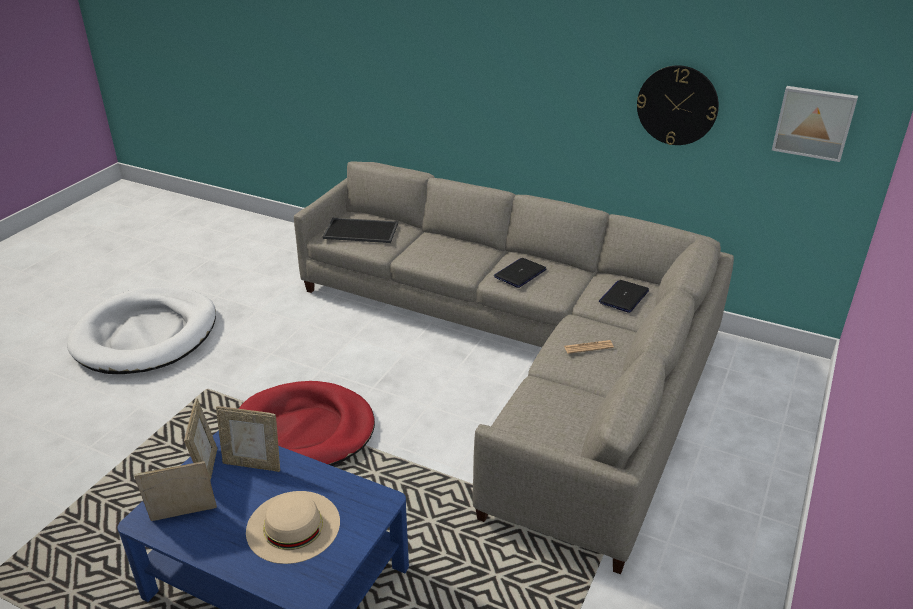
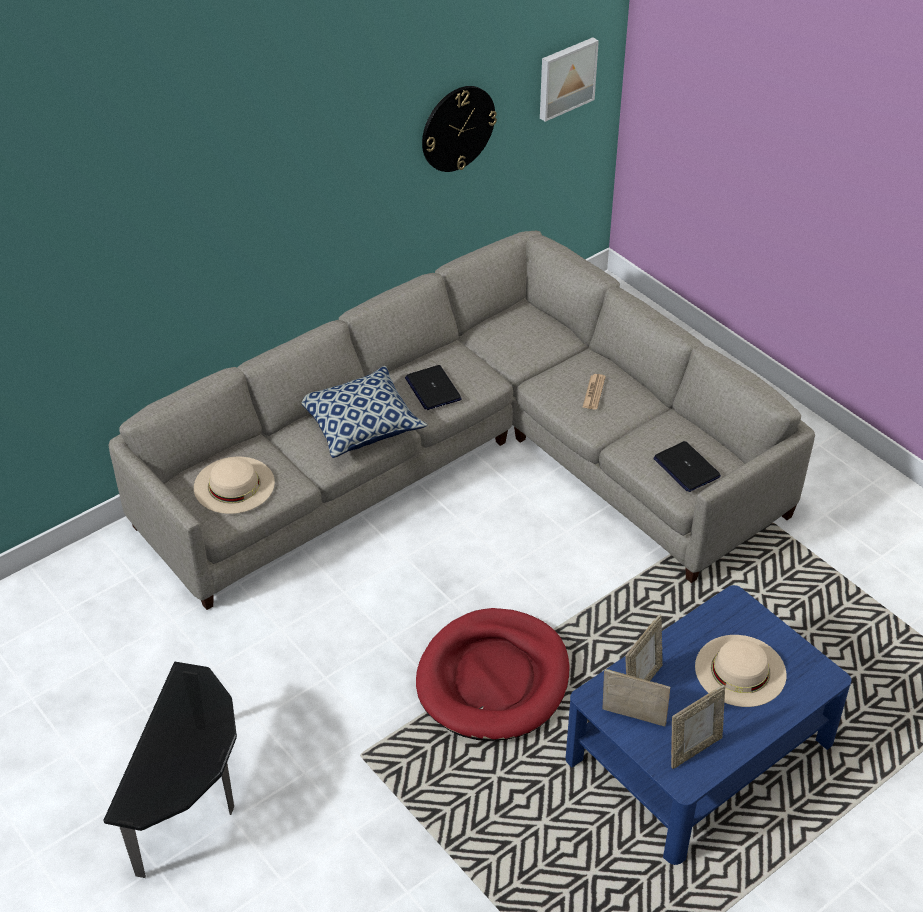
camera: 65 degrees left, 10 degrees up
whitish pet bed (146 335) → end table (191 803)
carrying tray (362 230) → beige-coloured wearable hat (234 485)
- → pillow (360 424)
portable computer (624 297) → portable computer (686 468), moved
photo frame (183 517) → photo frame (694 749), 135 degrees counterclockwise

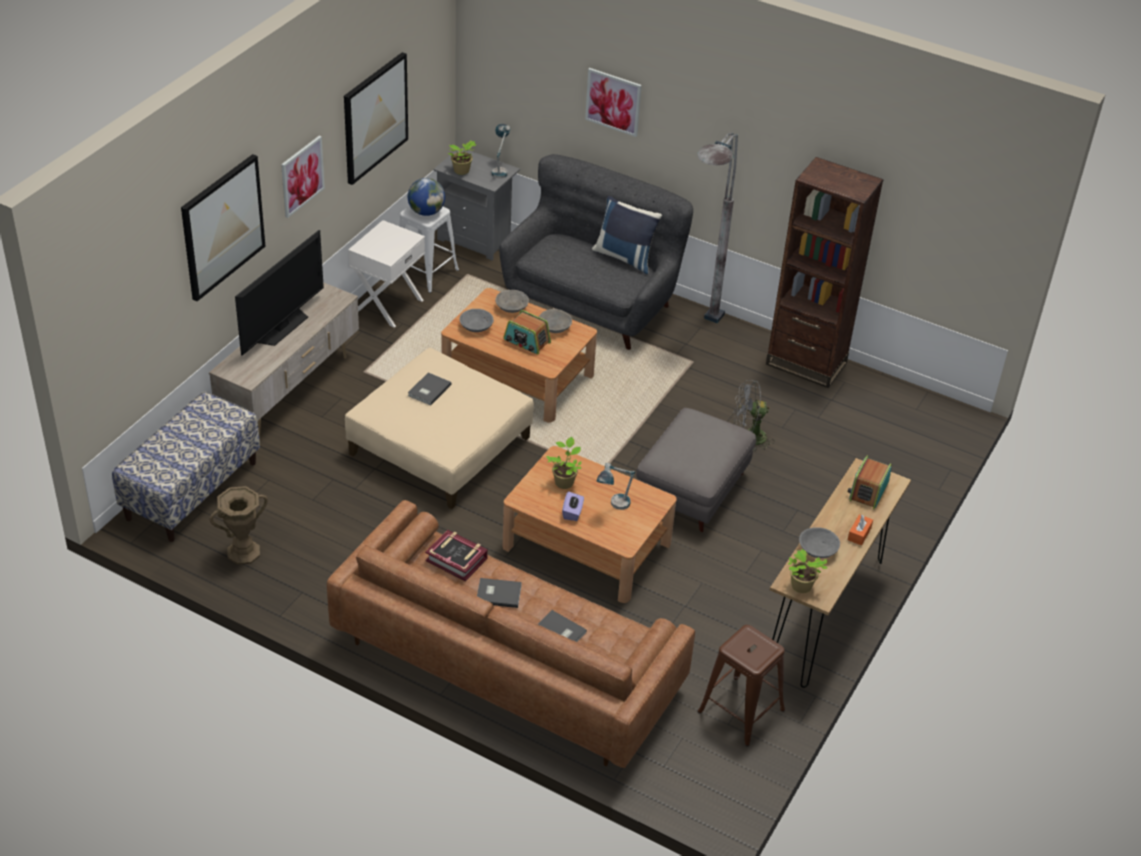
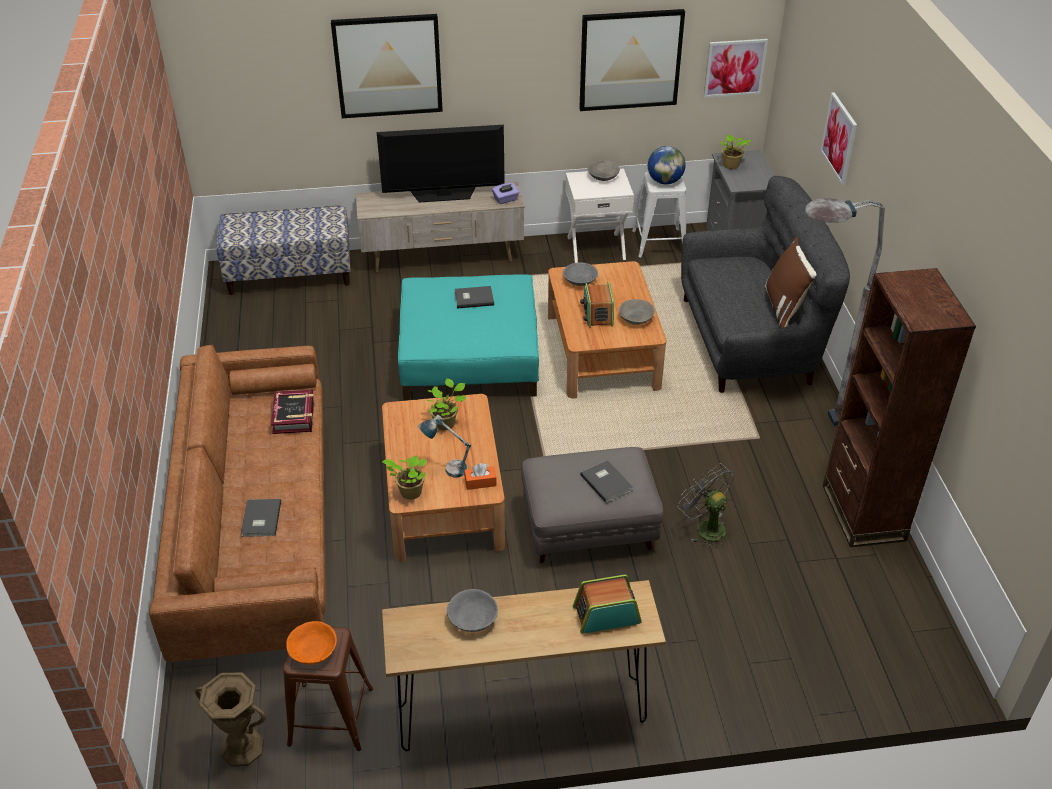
camera: 55 degrees right, 0 degrees up
brown vase (243 552) → brown vase (242 748), moved
- → orange-coloured bowl (313 650)
plant in a pot (801 587) → plant in a pot (409 493), moved
beige-coloured ottoman (440 446) → blue-green ottoman (469 357)
orange-coloured box of tissues (859 534) → orange-coloured box of tissues (480 482), moved
purplish box of tissues (572 512) → purplish box of tissues (506 199), moved
greyish bound book (498 593) → greyish bound book (607 482), moved
greyish bowl (511 308) → greyish bowl (603 177), moved
wall art (302 176) → wall art (735 67), moved
blue pillow (625 257) → brown pillow (785 308)
lamp for a table (500 169) → -

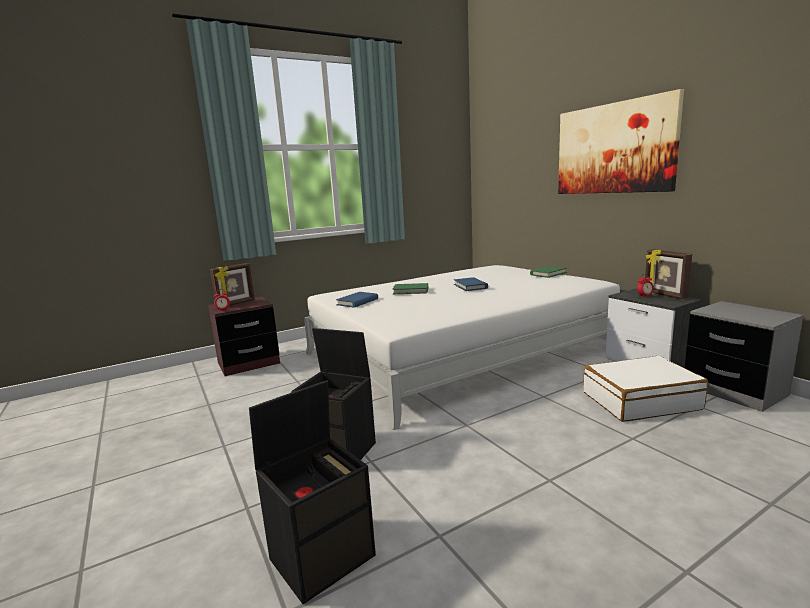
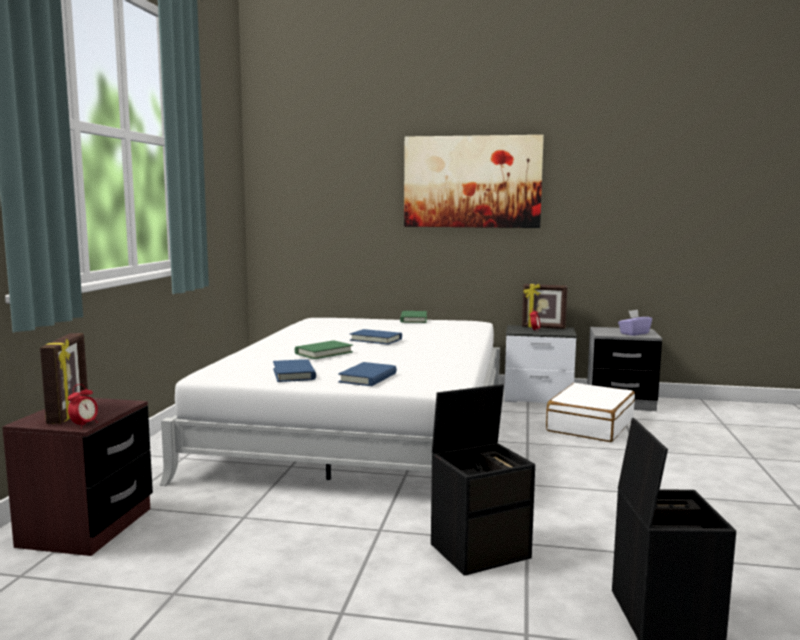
camera: 50 degrees left, 5 degrees down
- → blue bound book (368 378)
- → purplish box of tissues (634 333)

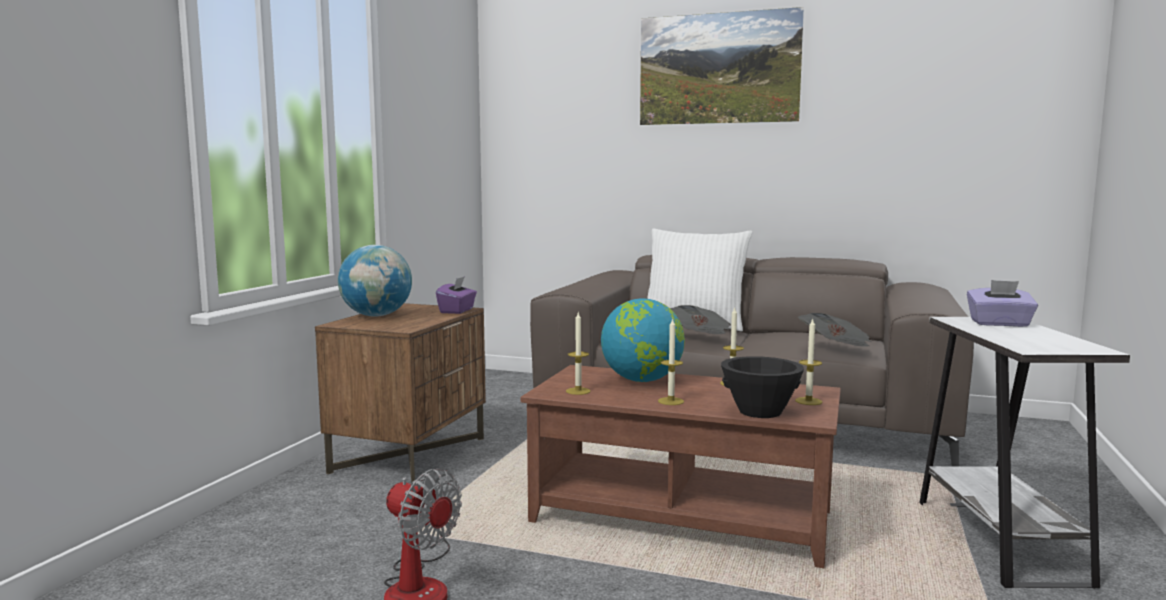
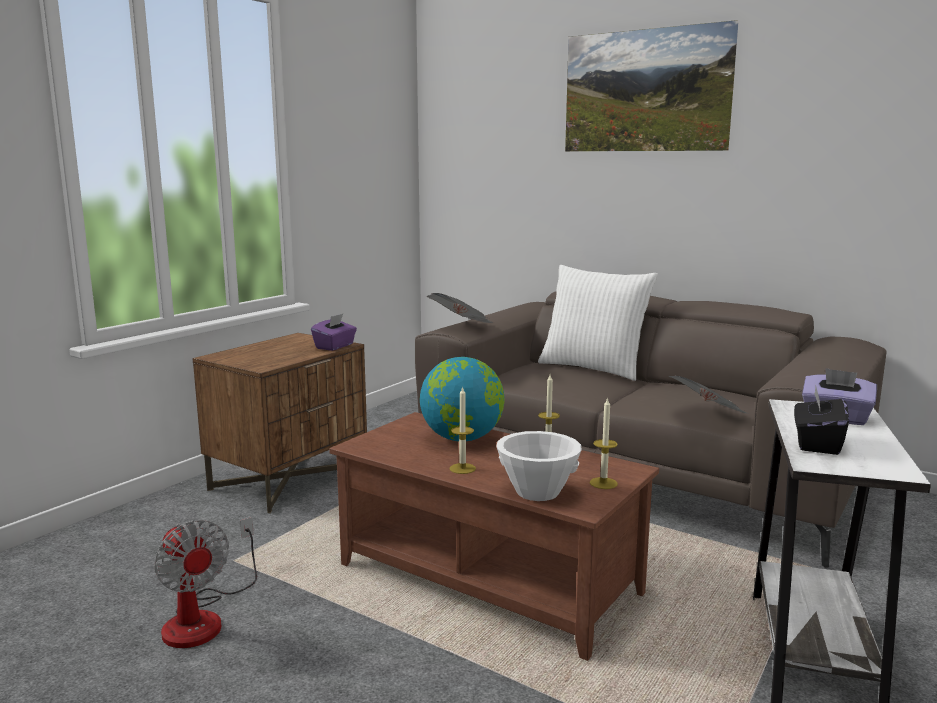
camera: 15 degrees right, 5 degrees up
daily paper (699 339) → daily paper (462 326), moved
black-coloured bowl (759 411) → whitish bowl (537 491)
- → black-coloured box of tissues (816 443)
globe (376 316) → -
wax candle (578 391) → -

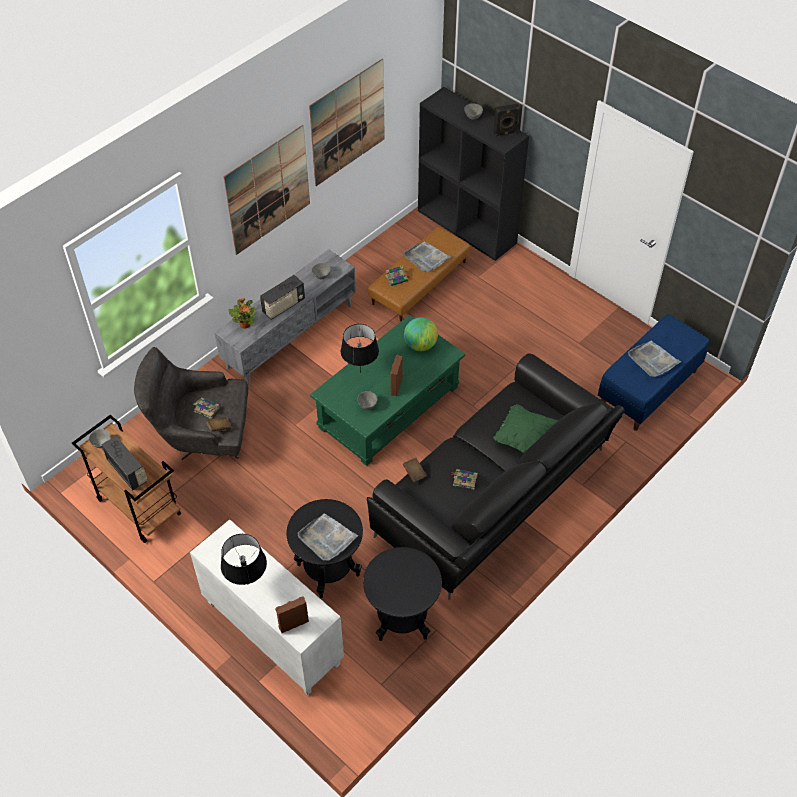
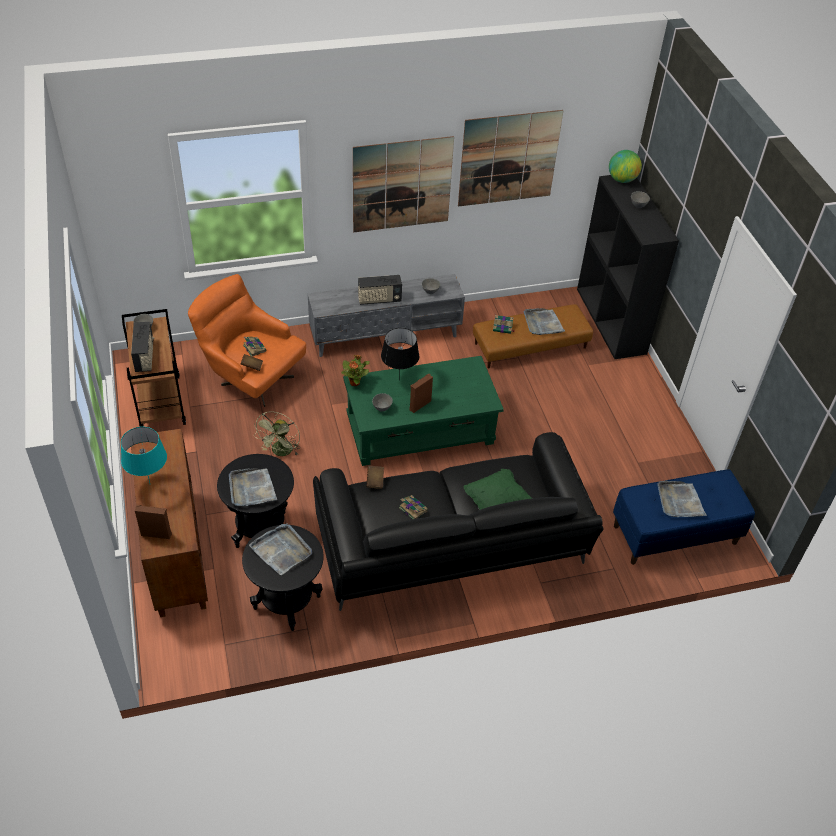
camera: 30 degrees right, 5 degrees down
black-coloured lamp for a table (247 584) → blue-green lamp for a table (149 484)
whitish cupboard (271 633) → brown cupboard (175 552)
greyish lounge chair (202 438) → orange-coloured lounge chair (250 377)
- → greyish carrying tray (282 550)
- → greenish cooling fan (281 452)
plant in a pot (245 324) → plant in a pot (355 382), moved
globe (420 345) → globe (622 180), moved
black-coloured speaker (505 133) → -

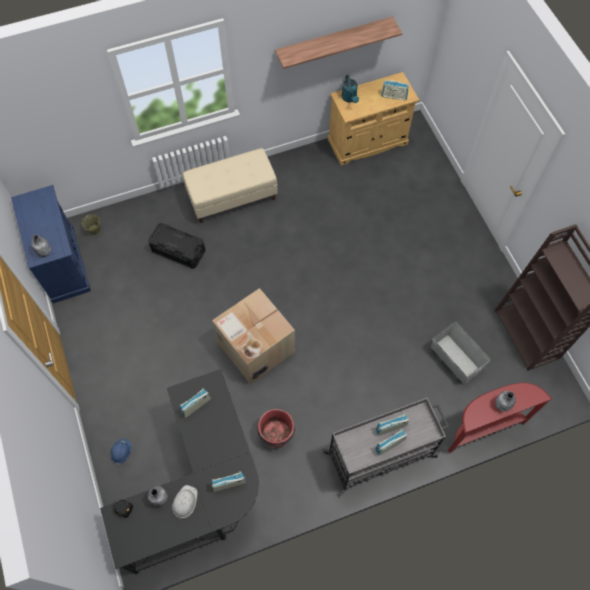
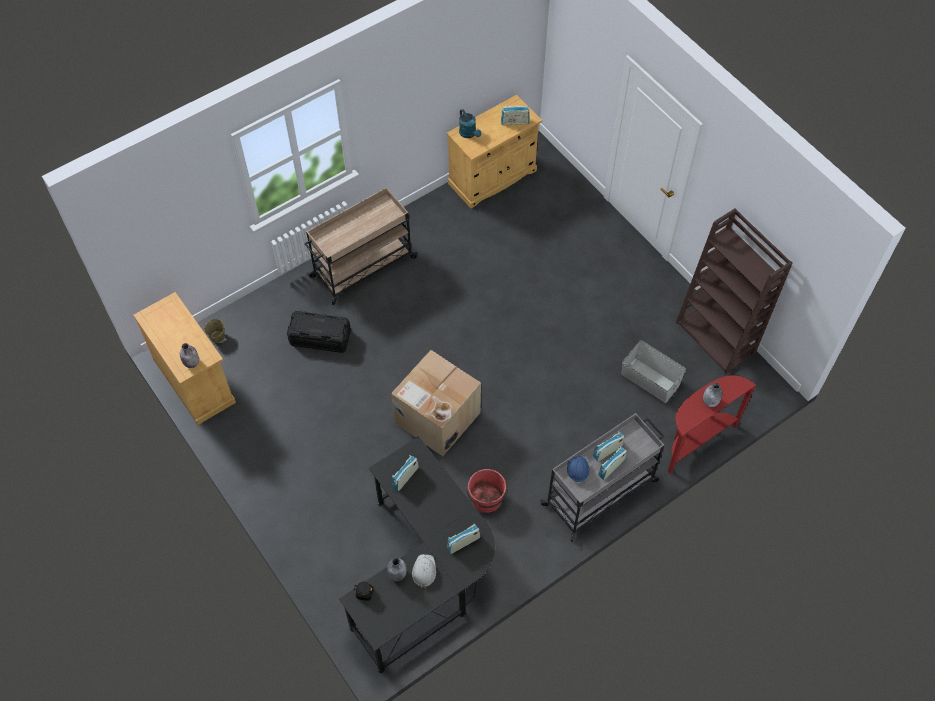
camera: 15 degrees left, 5 degrees down
blue cupboard (63 263) → beige-coloured cupboard (194 381)
beige-coloured indoor bench (232 197) → beige-coloured wheeled cart (362 267)
blue hard hat (122 452) → blue hard hat (577 471), moved
wall shelf (333 41) → -

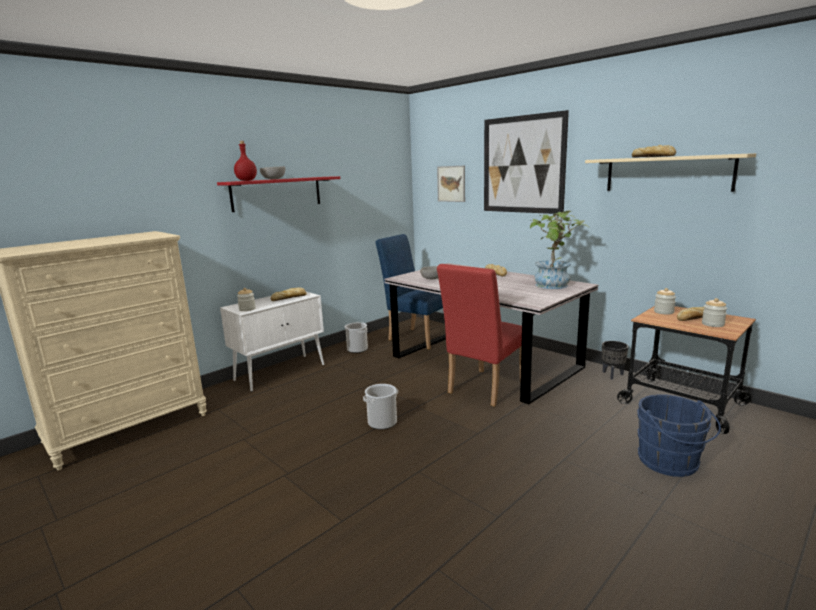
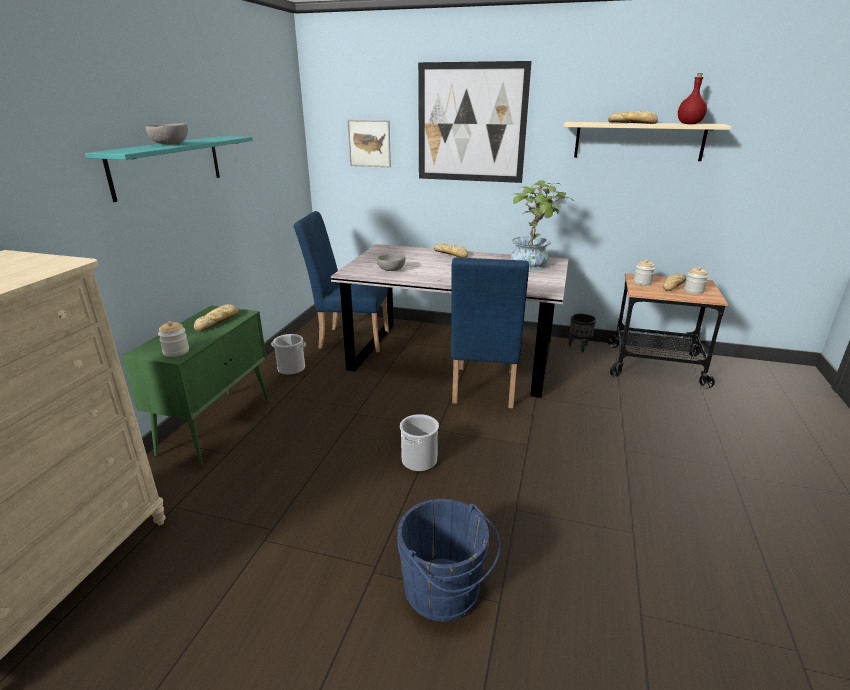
camera: 30 degrees left, 10 degrees up
red wall shelf (277 193) → blue-green wall shelf (168 166)
whitish cupboard (281 372) → greenish cupboard (217 425)
blue pail (670 463) → blue pail (445 593), moved
red plain chair (482 389) → blue plain chair (483 390)
red beverage bottle (247 180) → red beverage bottle (689 124), moved

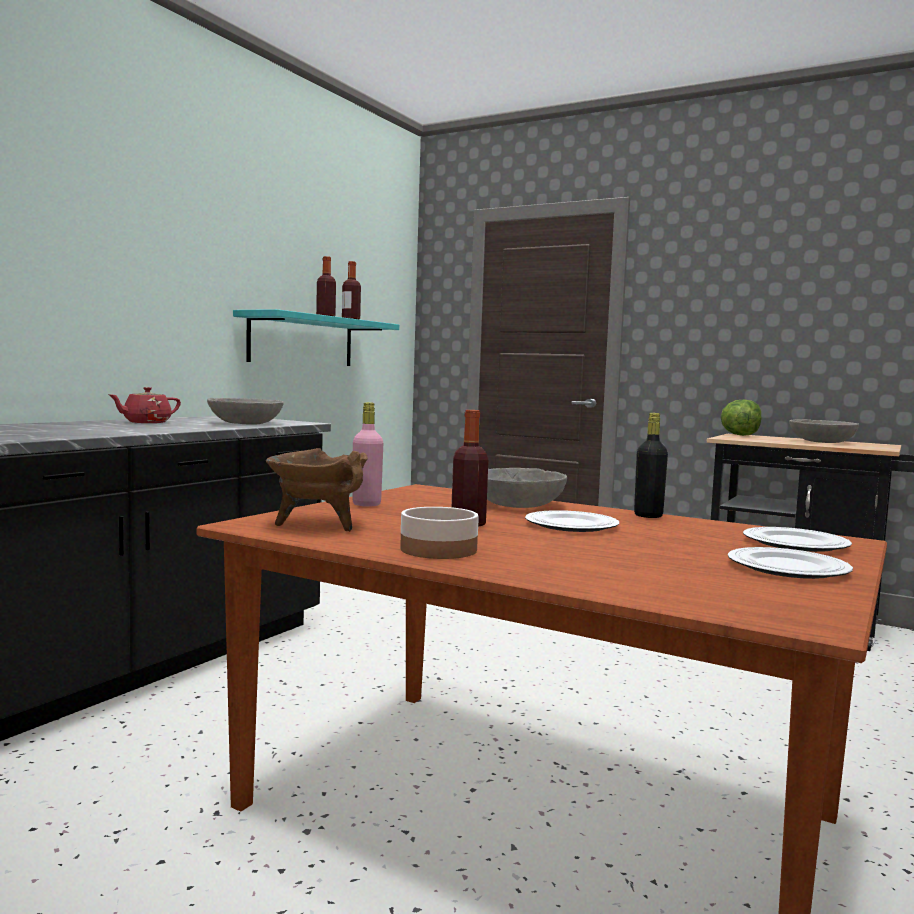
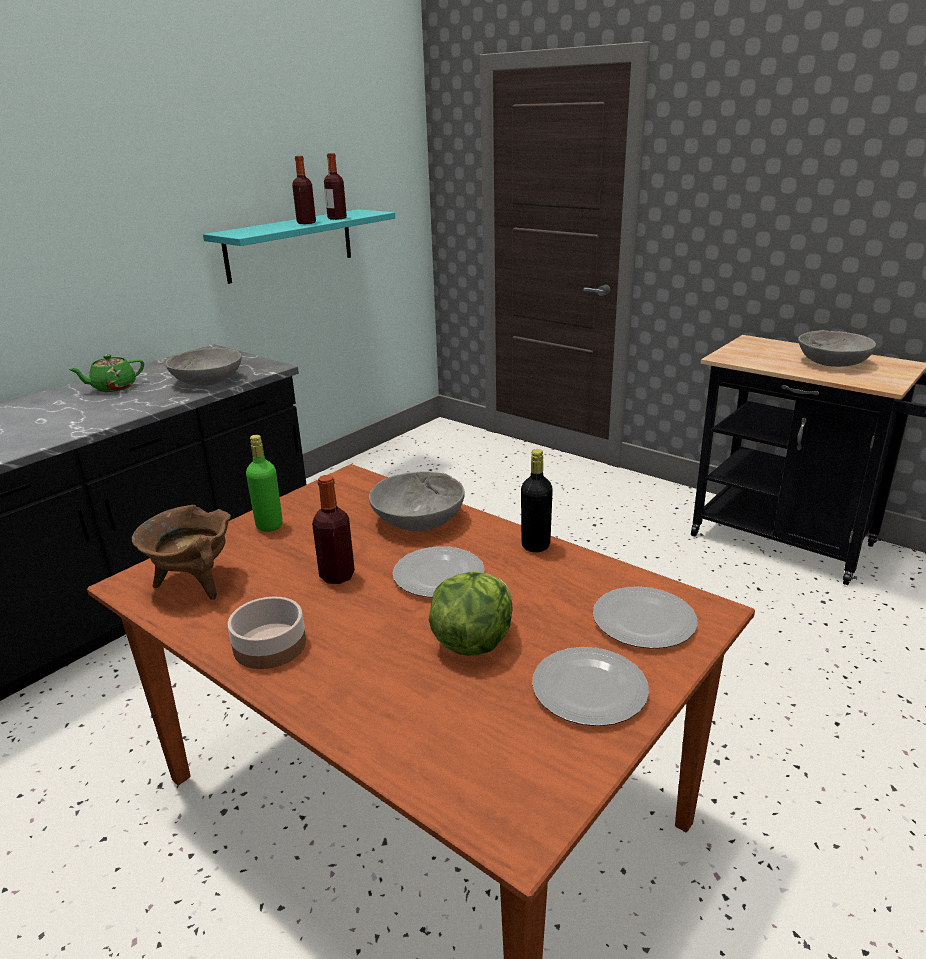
camera: 10 degrees right, 20 degrees up
red teapot (146 422) → greenish teapot (113 388)
pink beverage bottle (366 504) → greenish beverage bottle (269 525)
lettuce head (740 435) → lettuce head (472 641), moved

